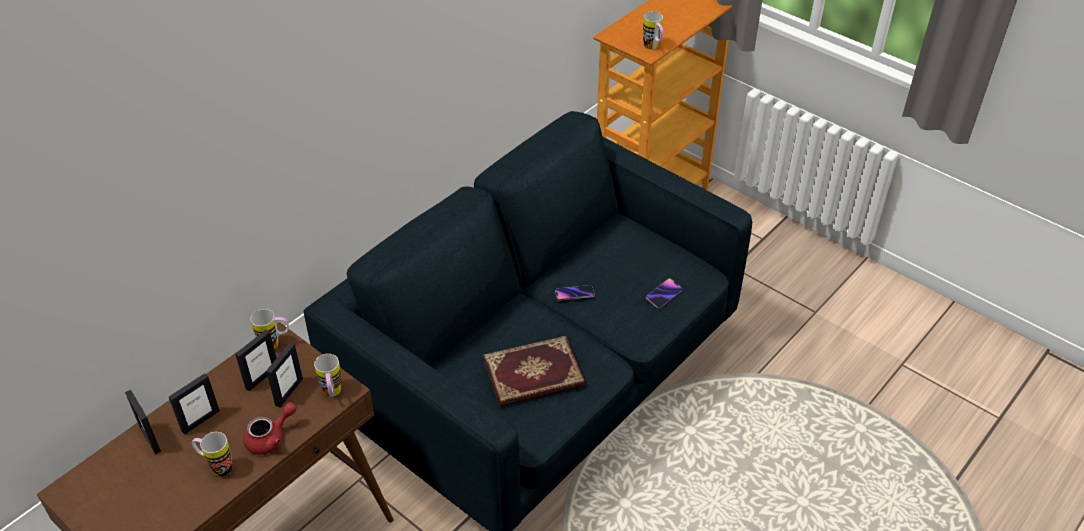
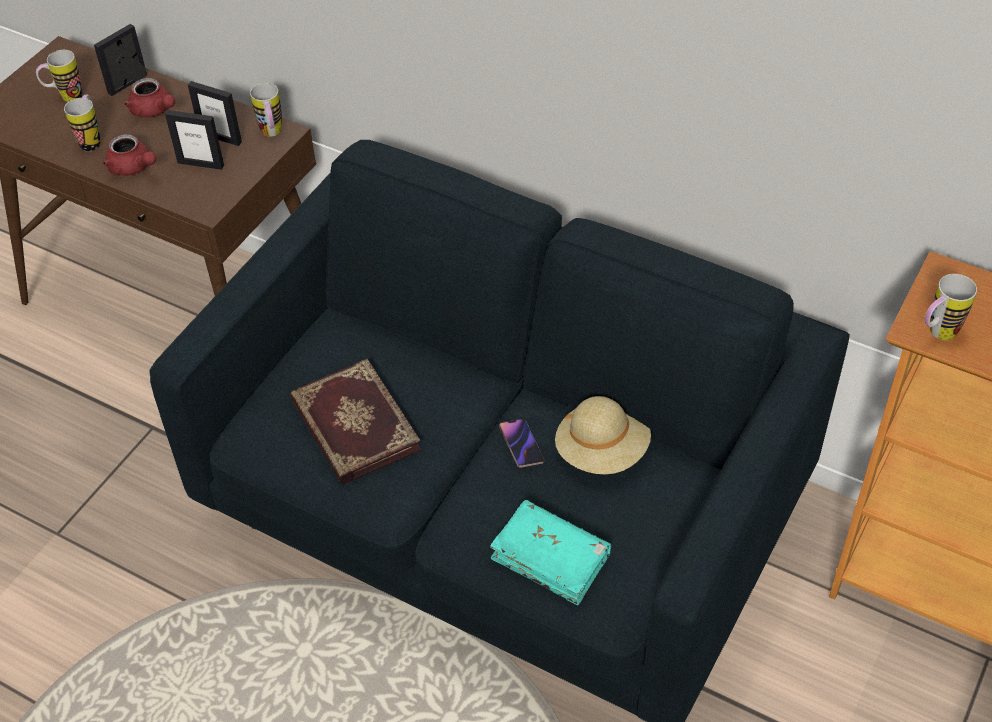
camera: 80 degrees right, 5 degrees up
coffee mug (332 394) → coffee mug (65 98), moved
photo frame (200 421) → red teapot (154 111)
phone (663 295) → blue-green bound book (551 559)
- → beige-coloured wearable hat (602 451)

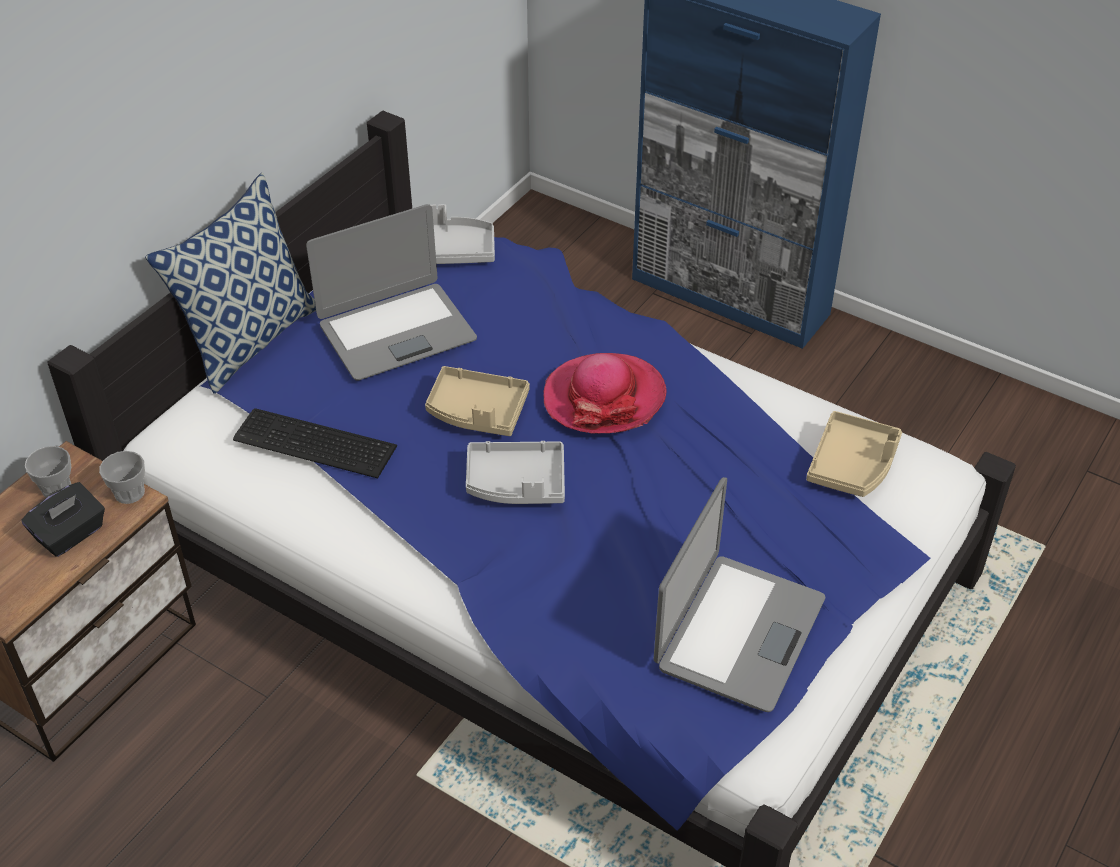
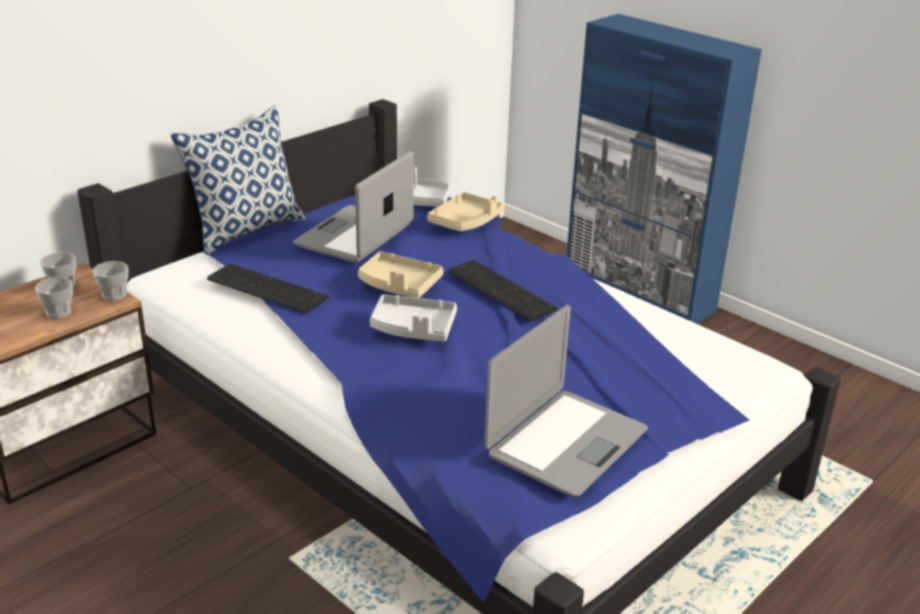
camera: 10 degrees right, 15 degrees down
black-coloured box of tissues (71 535) → small cup (58 312)
portable computer (396 332) → portable computer (355 236), 135 degrees clockwise
beige-coloured carrying tray (852 465) → beige-coloured carrying tray (466 222), moved
wearable hat (604 397) → computer keyboard (501 289)

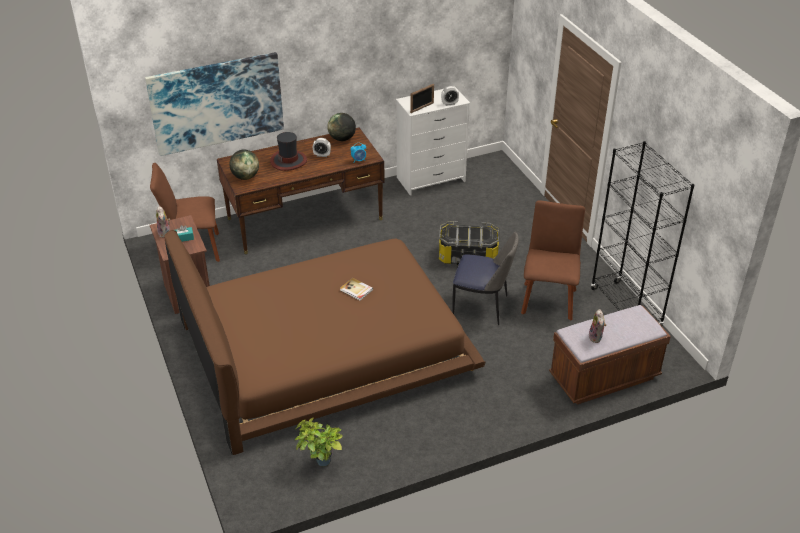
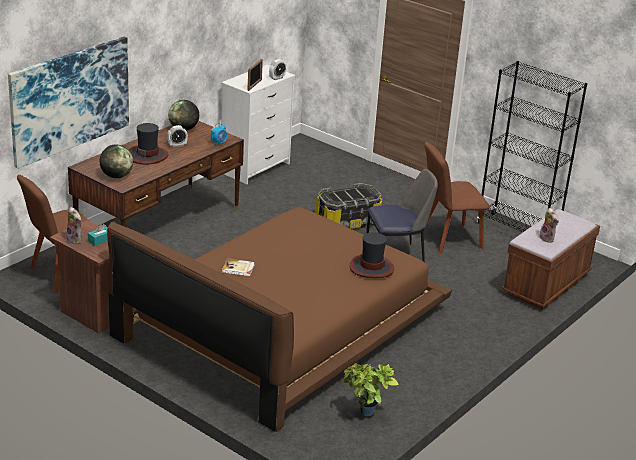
camera: 30 degrees left, 10 degrees down
bound book (356 290) → bound book (238 269), moved
- → wearable hat (371 267)
brown plain chair (548 299) → brown plain chair (448 239), 90 degrees counterclockwise

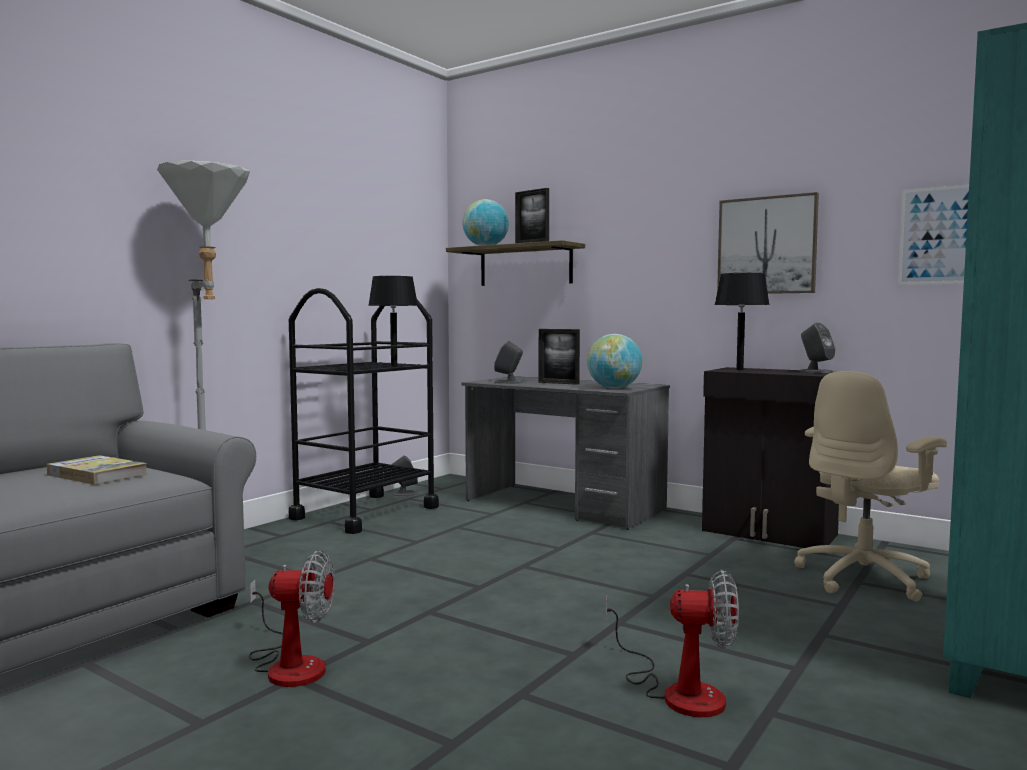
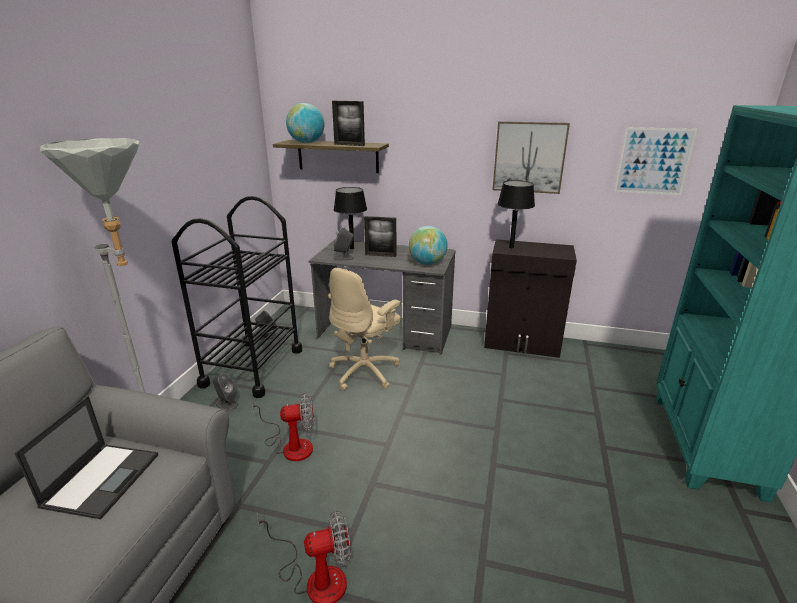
camera: 20 degrees left, 20 degrees up
bound book (97 474) → portable computer (102 479)
greyish speaker (816 371) → greyish speaker (227 404), moved
cooling fan (678 691) → cooling fan (290 445), moved
beige-coloured desk chair (865 578) → beige-coloured desk chair (365 372), moved
black-coloured lamp for a table (394 366) → black-coloured lamp for a table (352 248), moved

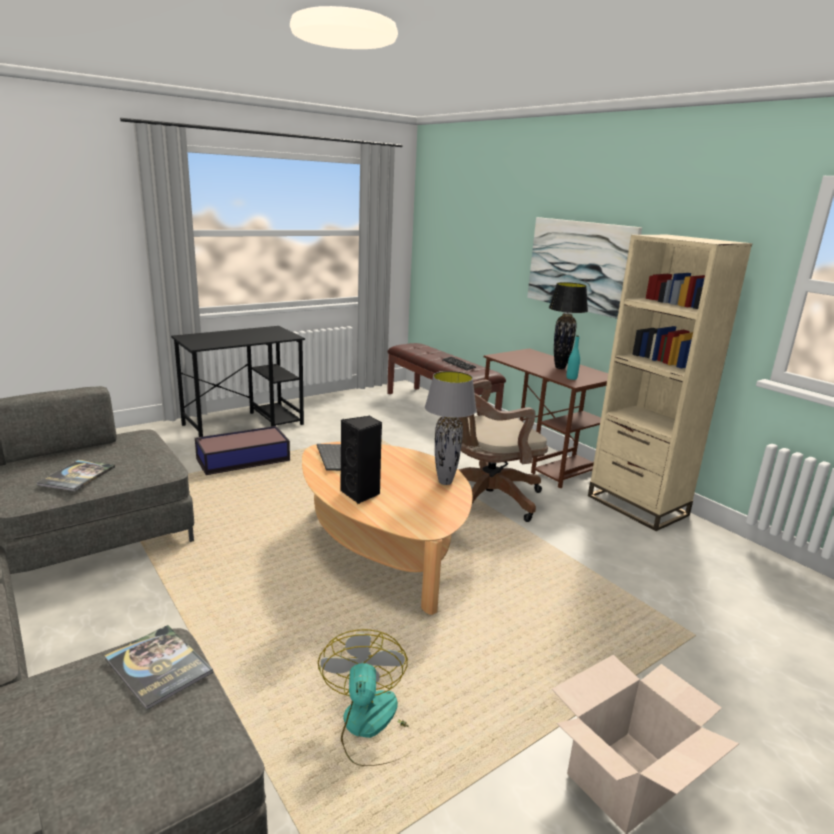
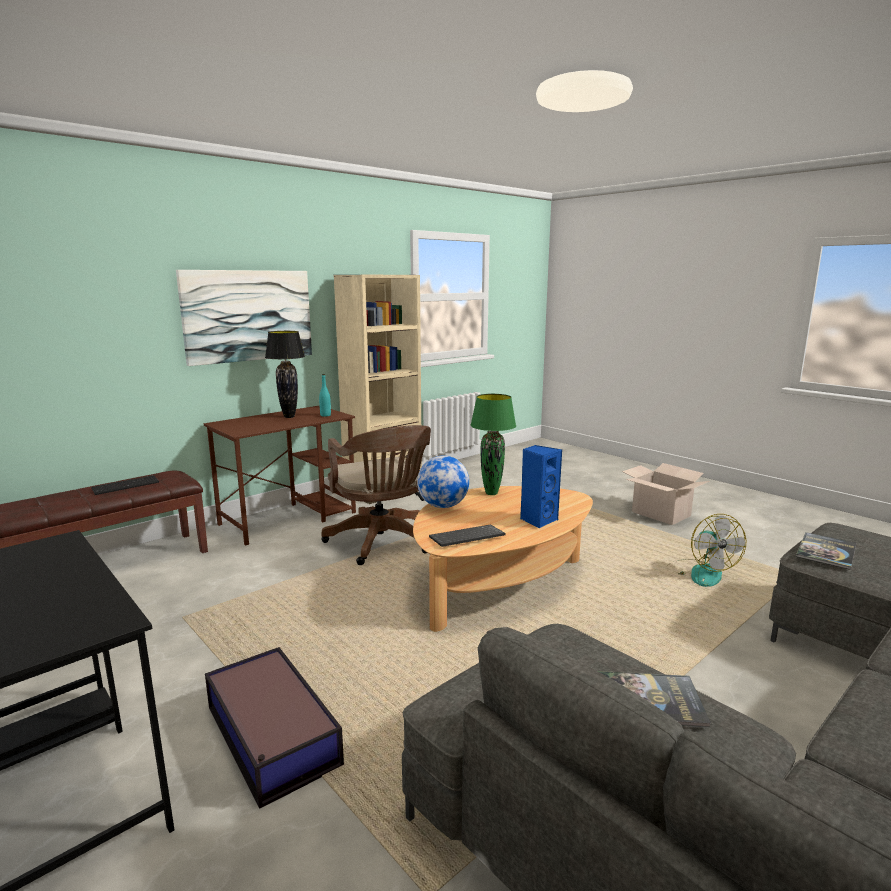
camera: 95 degrees left, 5 degrees down
- → globe (443 506)
greyish lamp for a table (445 482) → greenish lamp for a table (492 493)
black-coloured speaker (361 494) → blue speaker (538 520)
cooling fan (371 727) → cooling fan (700 573), 90 degrees counterclockwise

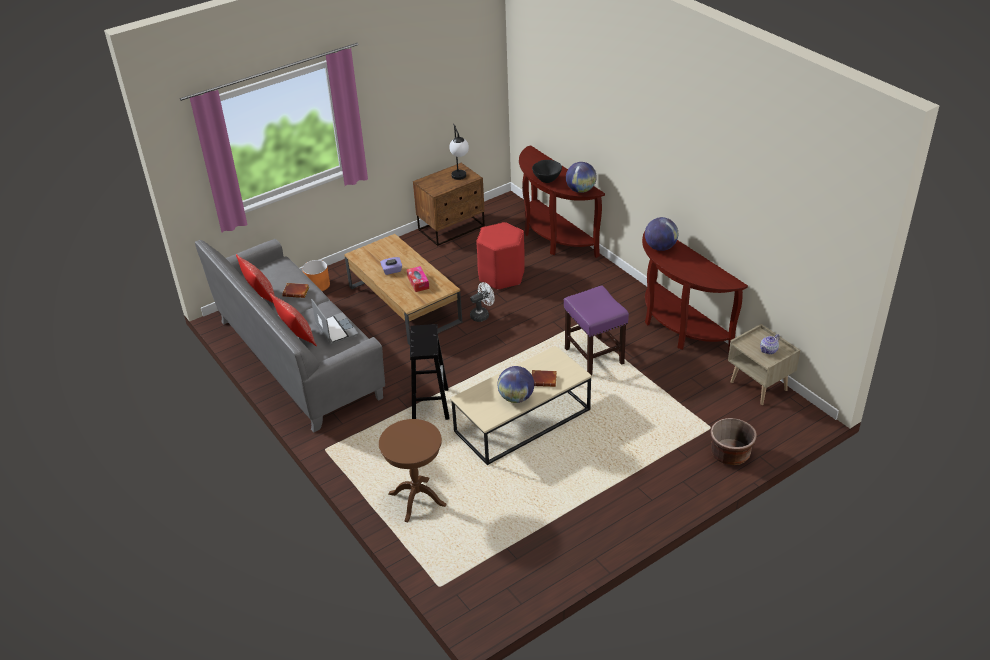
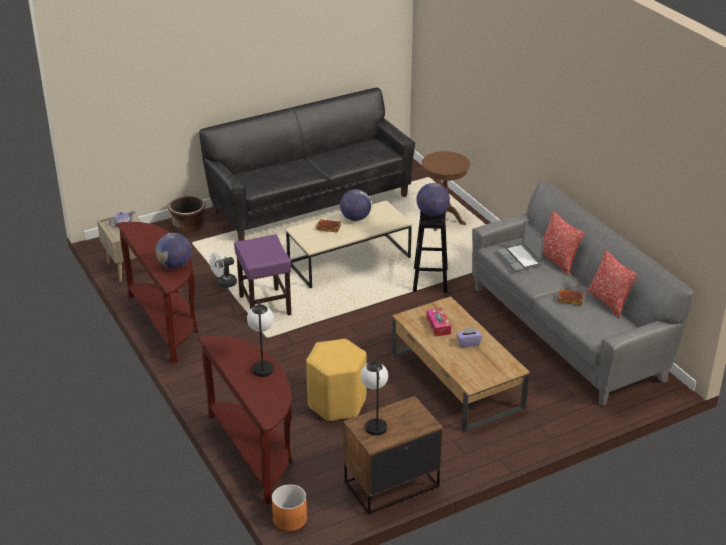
camera: 175 degrees left, 5 degrees down
- → black-coloured sofa (310 204)
whitish cooling fan (482 315) → whitish cooling fan (224 283), moved
black-coloured bowl (547 180) → lamp for a table (262 364)
orange-coloured plant pot (317 285) → orange-coloured plant pot (290 518), moved
red stool seat (502 276) → yellow-coloured stool seat (336 403)
globe (580 190) → globe (432 213), moved

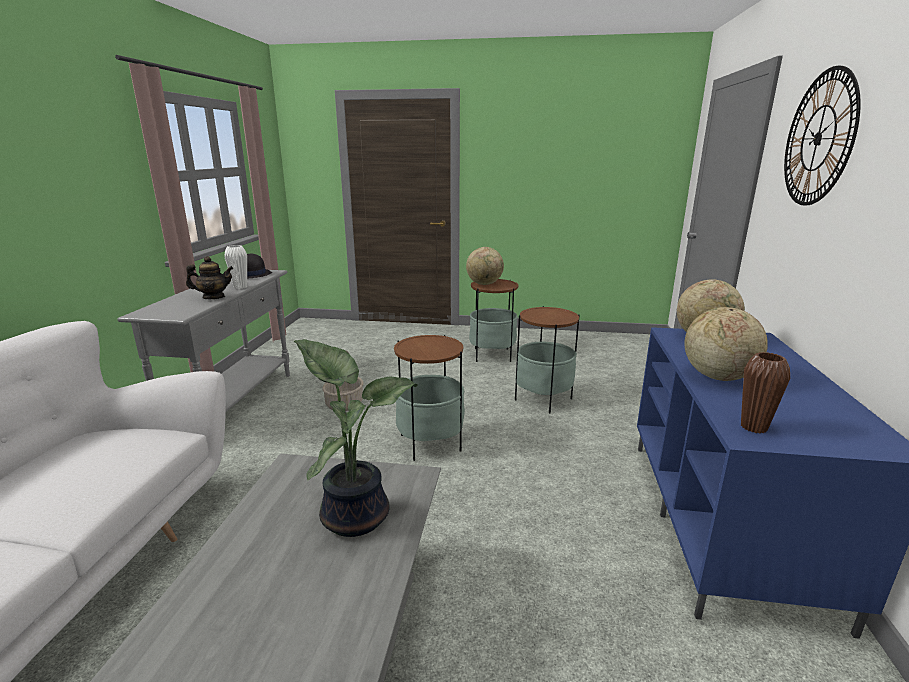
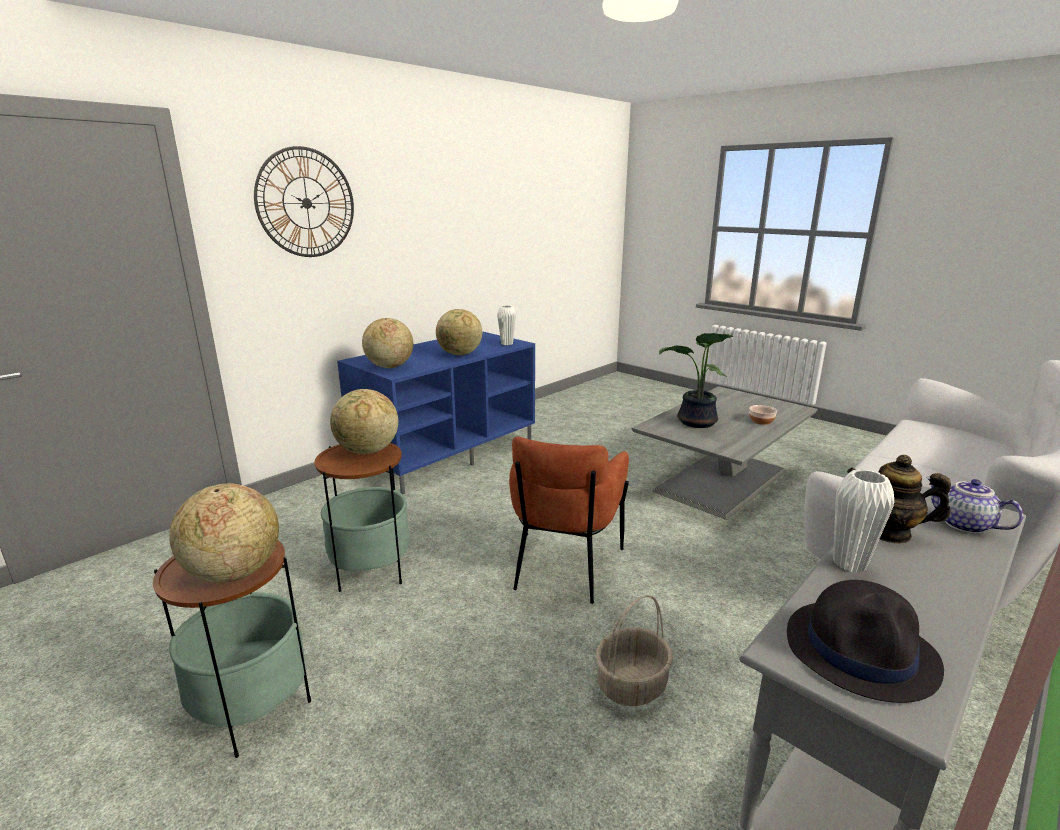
camera: 145 degrees left, 0 degrees up
- → globe (367 451)
brown vase (753 427) → whitish vase (507 343)
end table (430 443) → brown lounge chair (563 567)
- → bowl (761 421)
- → teapot (962 525)

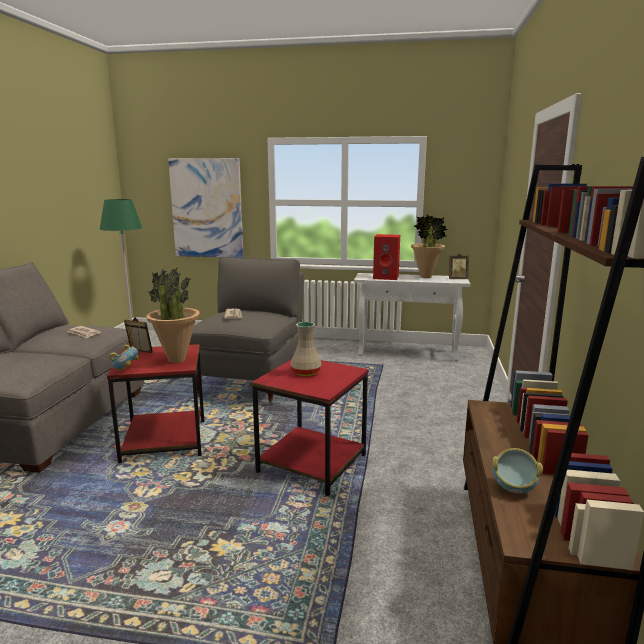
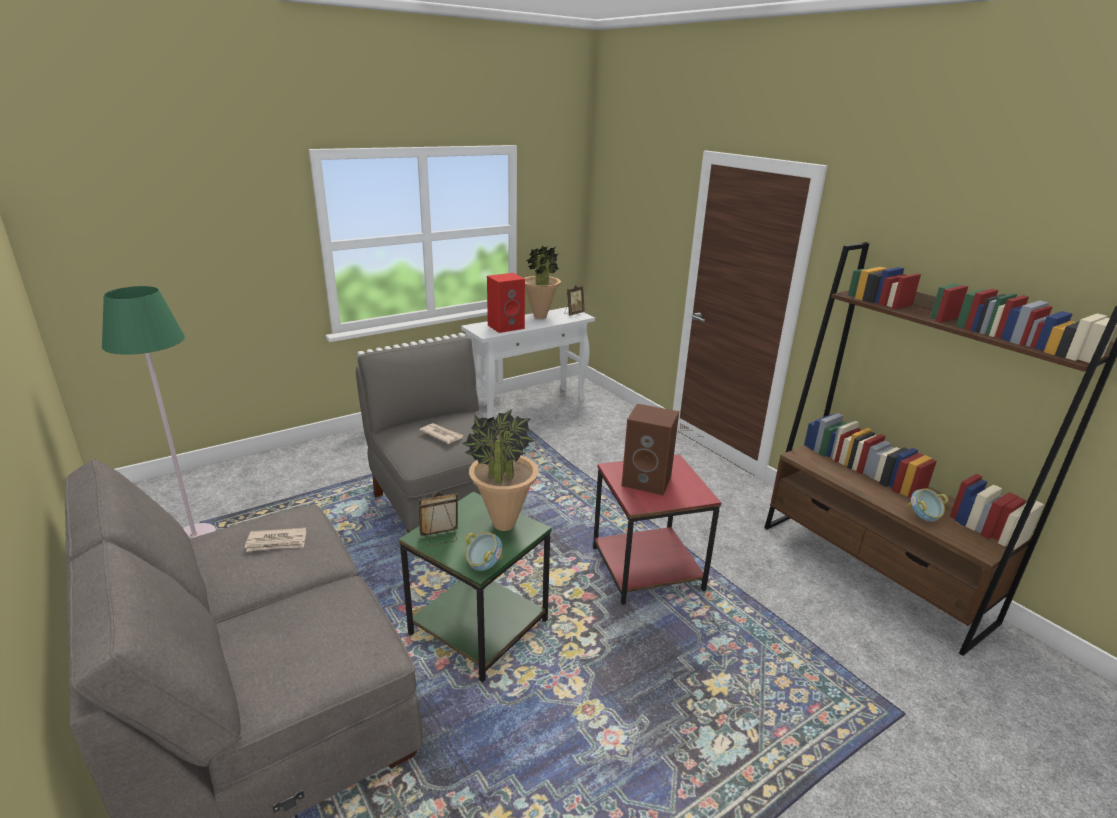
camera: 45 degrees left, 10 degrees up
red end table (165 440) → greenish end table (478 626)
beige-coloured vase (306 372) → brown speaker (648 481)
wall art (207 208) → -

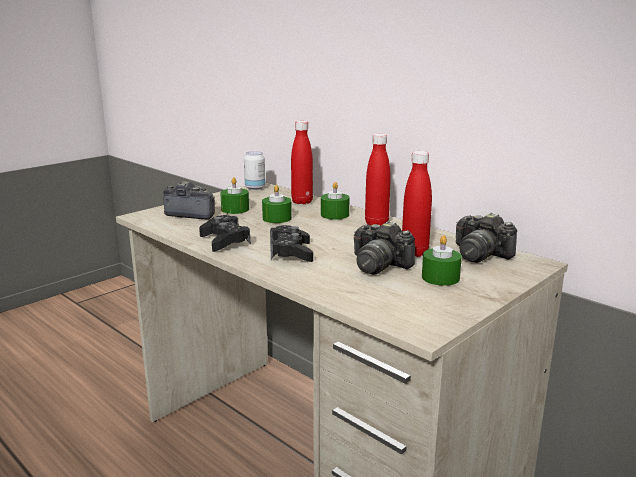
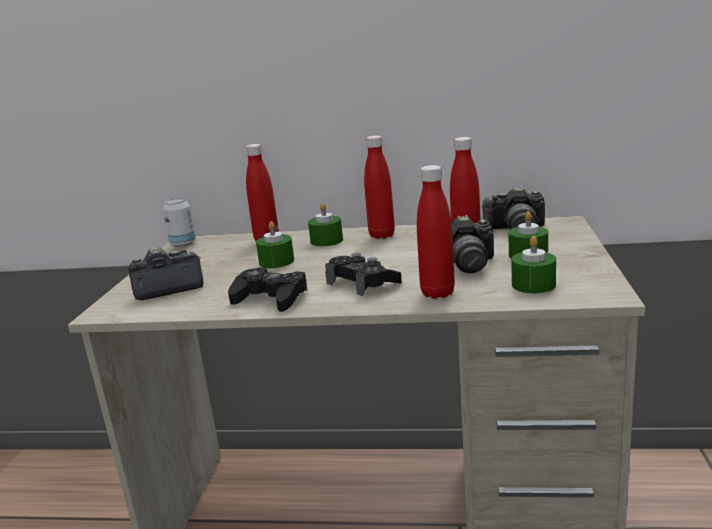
camera: 35 degrees left, 0 degrees up
- → red beverage bottle (437 293)
greenish wax candle (235 209) → greenish wax candle (533 285), moved

